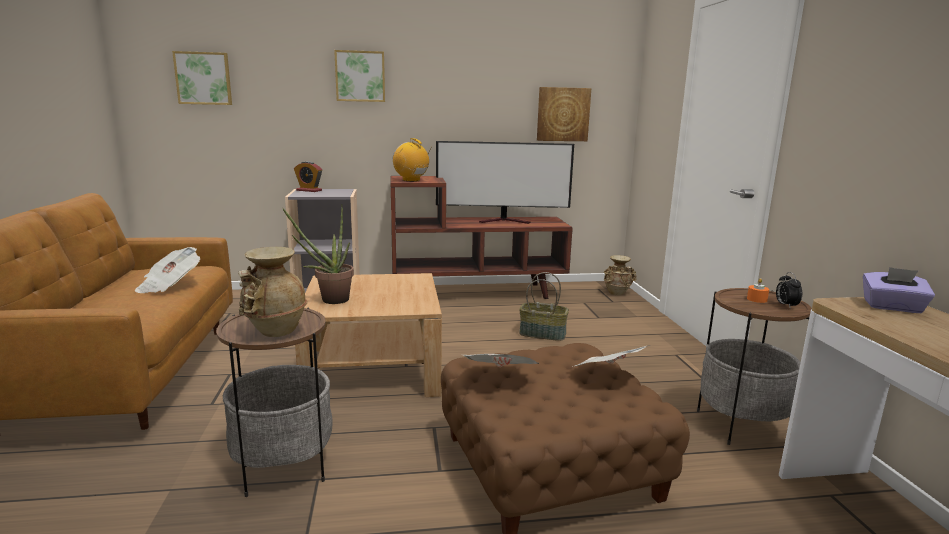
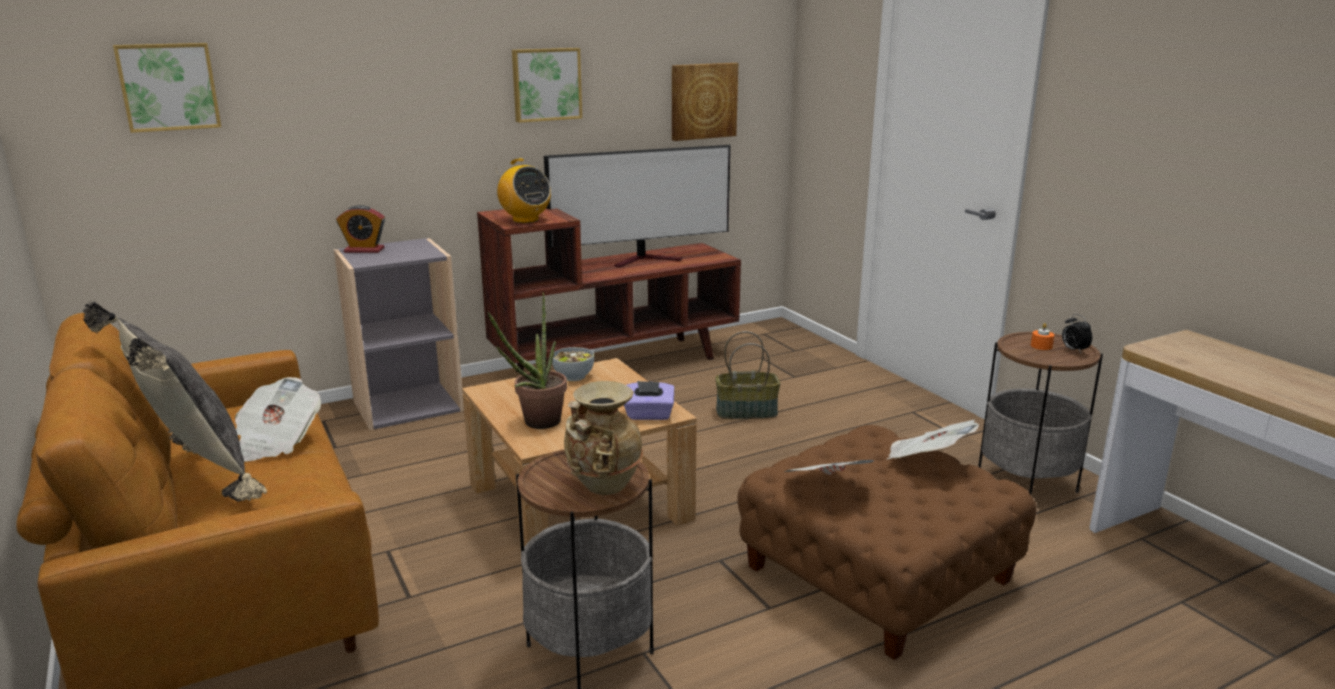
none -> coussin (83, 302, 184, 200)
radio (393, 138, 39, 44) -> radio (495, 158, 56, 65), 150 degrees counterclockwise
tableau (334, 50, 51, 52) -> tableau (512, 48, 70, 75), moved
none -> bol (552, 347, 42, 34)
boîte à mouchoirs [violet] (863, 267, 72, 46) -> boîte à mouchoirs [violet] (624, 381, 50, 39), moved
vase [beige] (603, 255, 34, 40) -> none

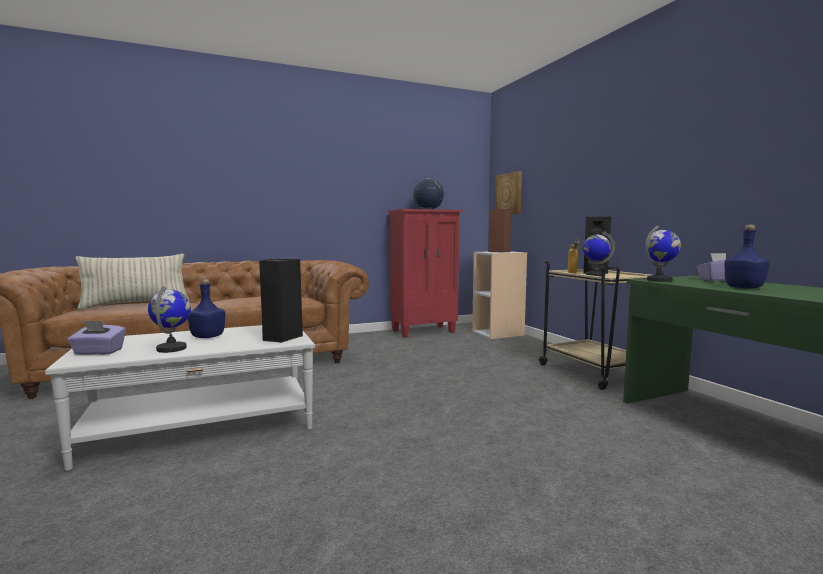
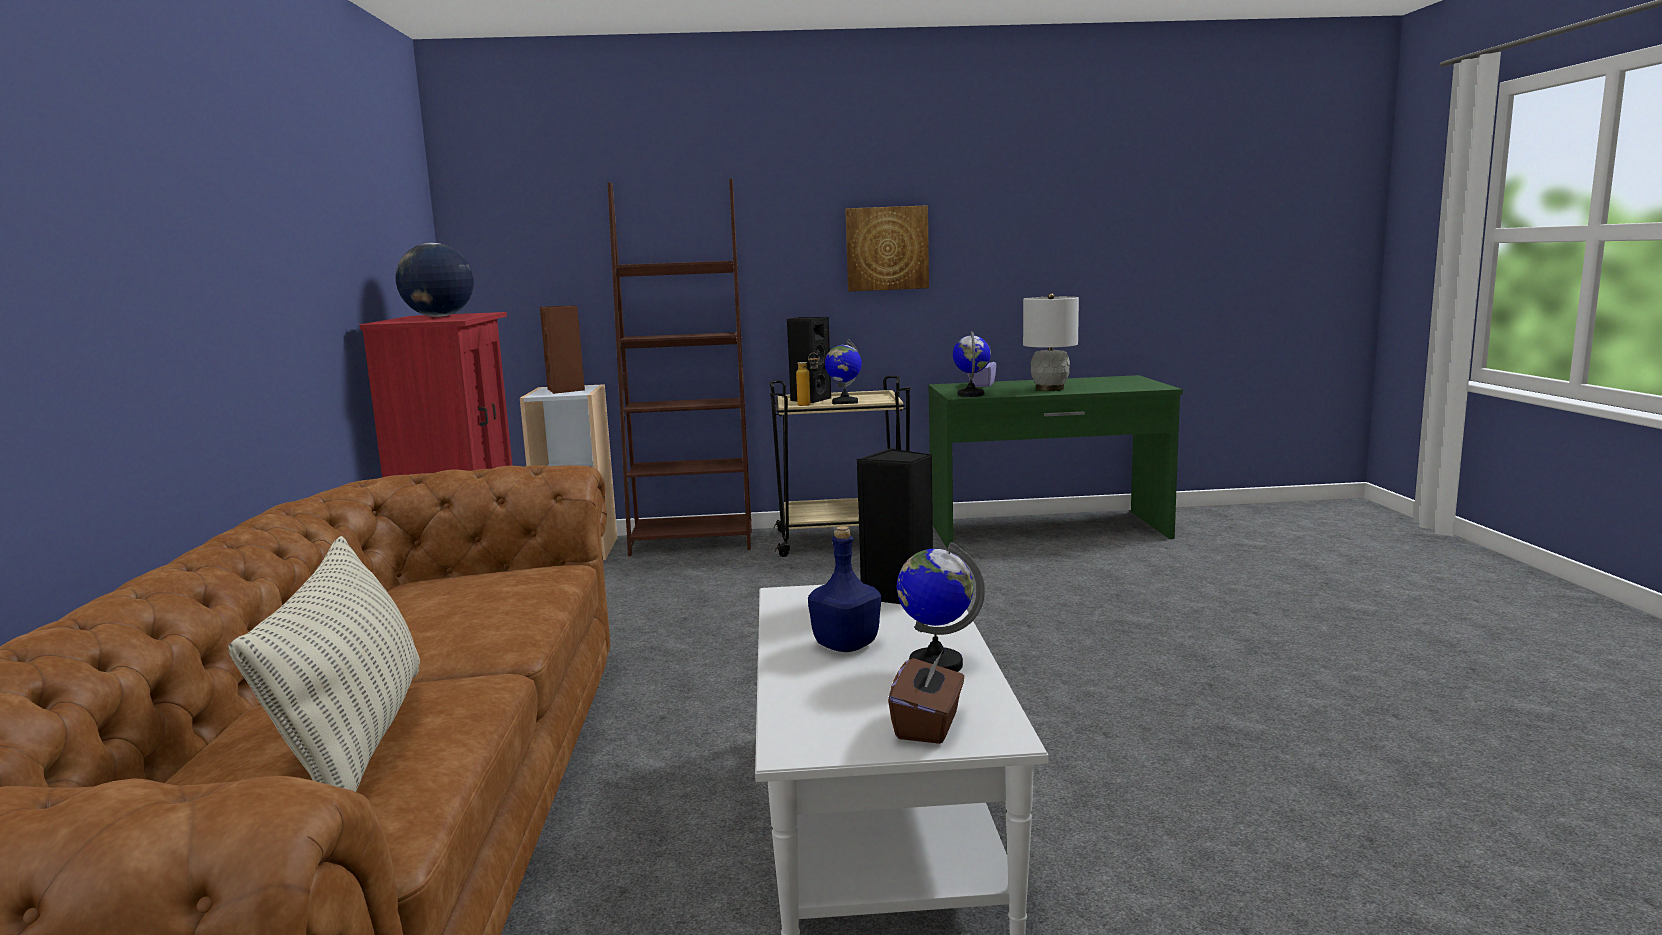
none -> bibliothèque [marron] (607, 178, 145, 378)
tableau (495, 171, 27, 43) -> tableau (845, 205, 84, 86), moved
boîte à mouchoirs [violet] (67, 321, 59, 34) -> boîte à mouchoirs [marron] (888, 651, 76, 93)
bouteille [bleu] (724, 225, 46, 64) -> lampe de table [blanc] (1023, 293, 56, 98)

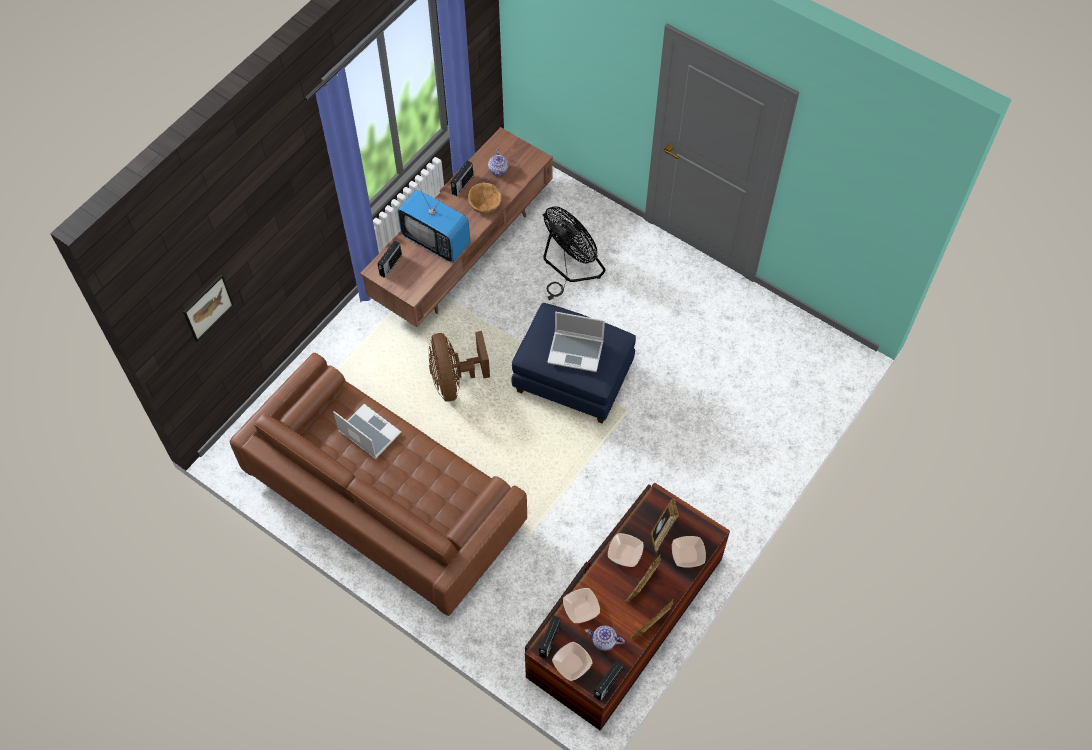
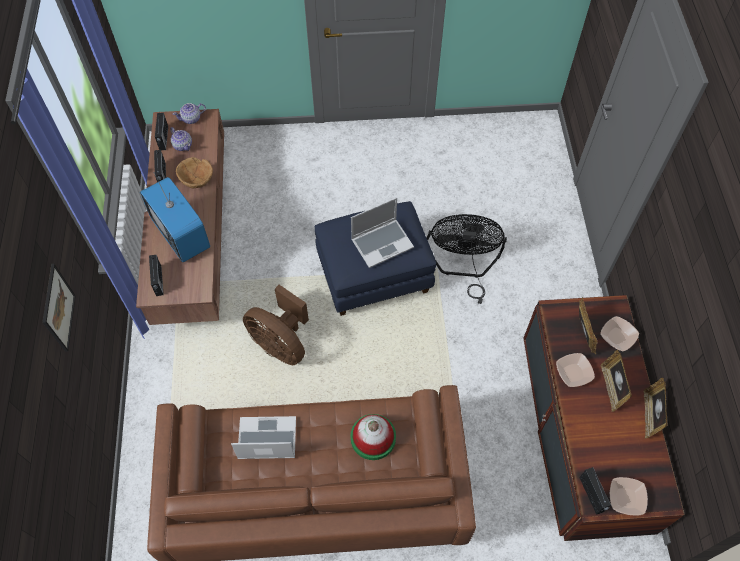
tableau (183, 274, 51, 68) -> tableau (42, 264, 34, 88), moved
téléviseur (398, 185, 72, 78) -> téléviseur (140, 172, 70, 91), 60 degrees clockwise
radio (594, 660, 29, 42) -> radio (155, 113, 13, 37), moved
théière (585, 625, 40, 26) -> théière (173, 103, 33, 21), moved
none -> chapeau (351, 414, 45, 46)
ventilateur [noir] (542, 206, 63, 94) -> ventilateur [noir] (426, 214, 81, 90), moved
bol (563, 588, 37, 35) -> none

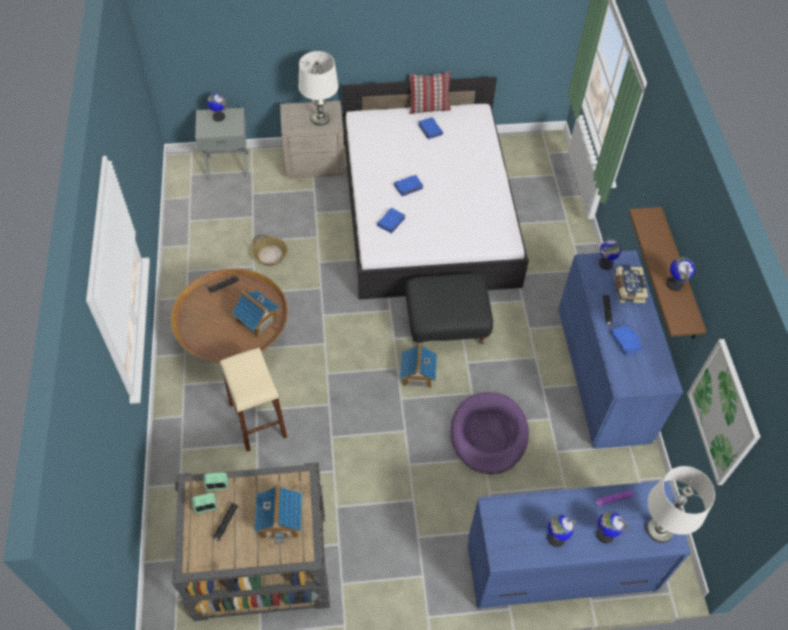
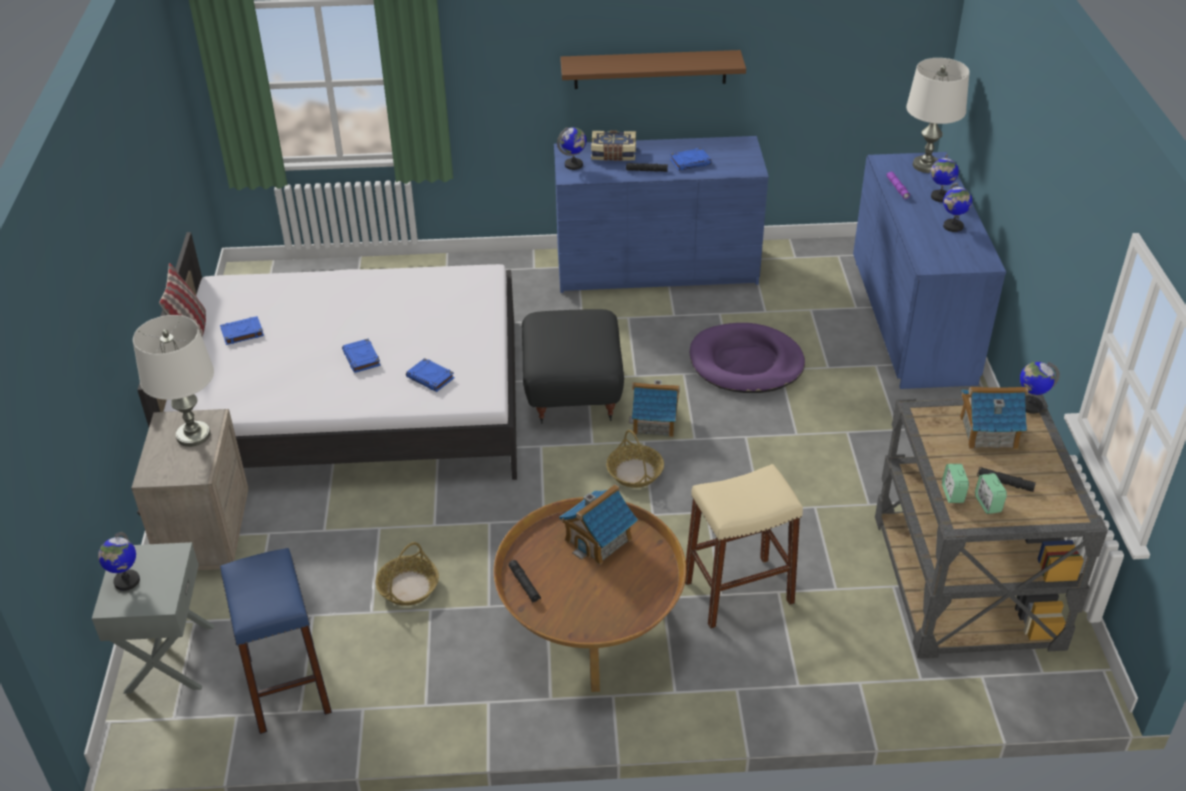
none -> tabouret [bleu] (220, 548, 112, 186)
none -> panier (606, 430, 58, 58)
globe (666, 257, 29, 34) -> globe (1020, 362, 40, 52), moved
tableau (687, 339, 74, 146) -> none

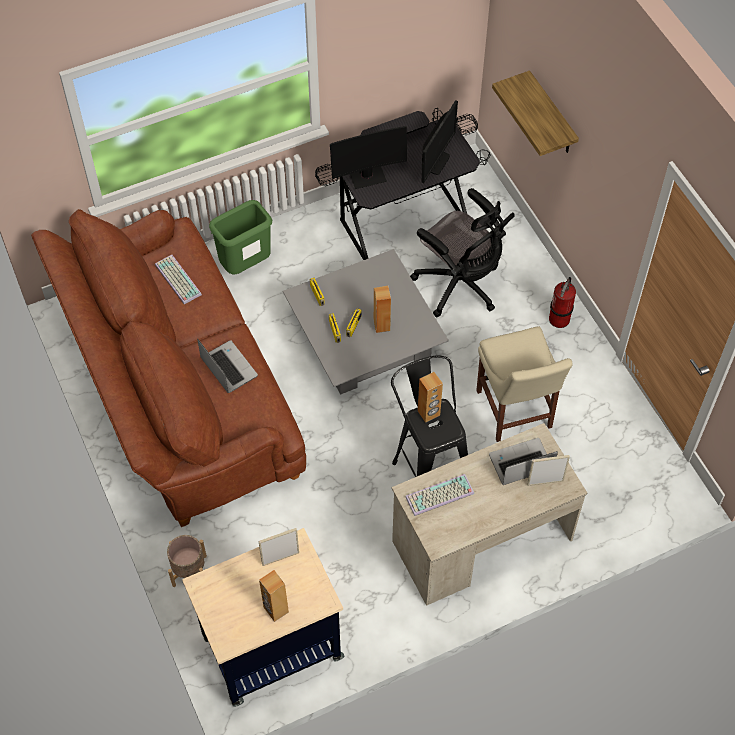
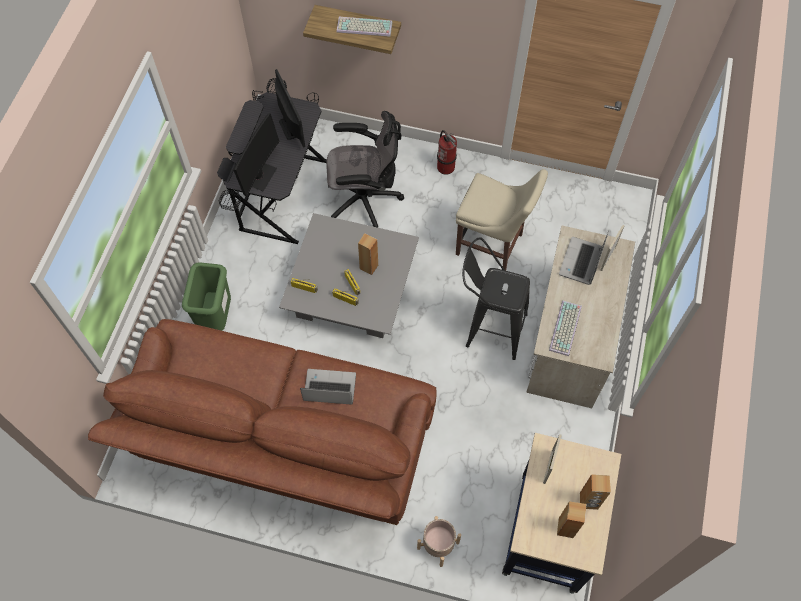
clavier (155, 255, 47, 49) -> clavier (336, 17, 56, 20), moved
enceinte [marron] (417, 372, 26, 51) -> enceinte [marron] (557, 501, 30, 37), moved

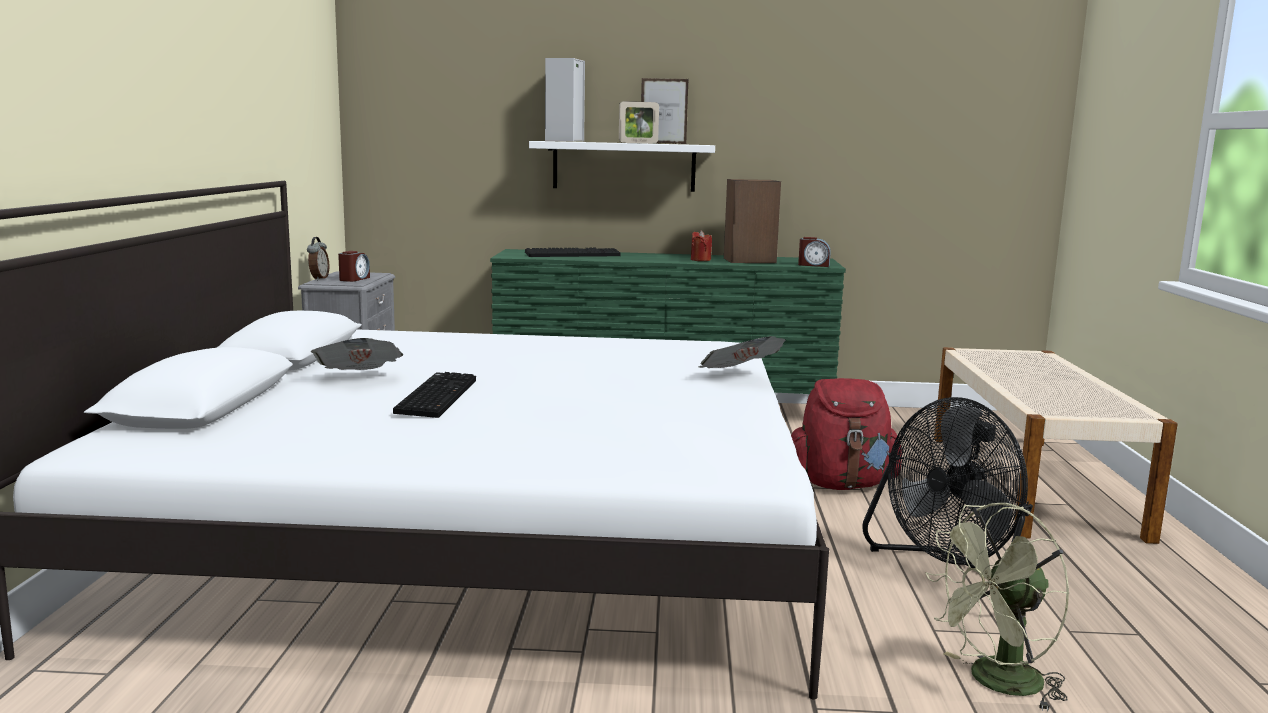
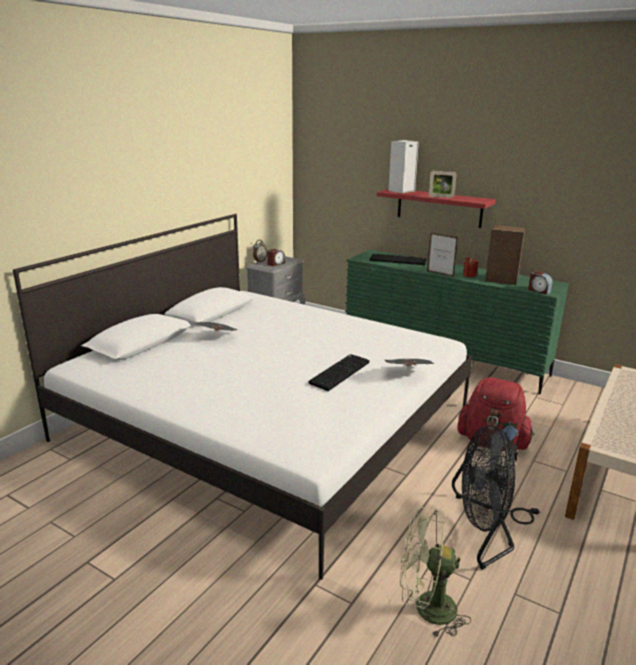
clavier (393, 372, 83, 46) -> clavier (308, 354, 61, 37), moved
étagère [blanc] (529, 141, 186, 51) -> étagère [rouge] (377, 189, 119, 39)
cadre photo (641, 78, 48, 66) -> cadre photo (427, 232, 31, 45), moved

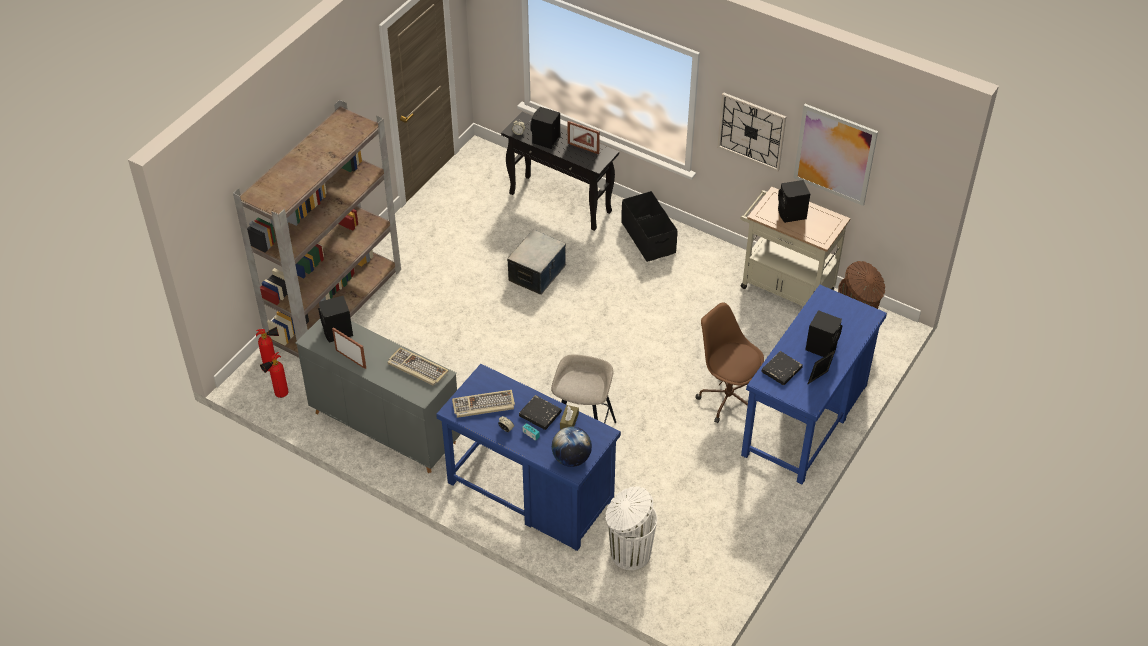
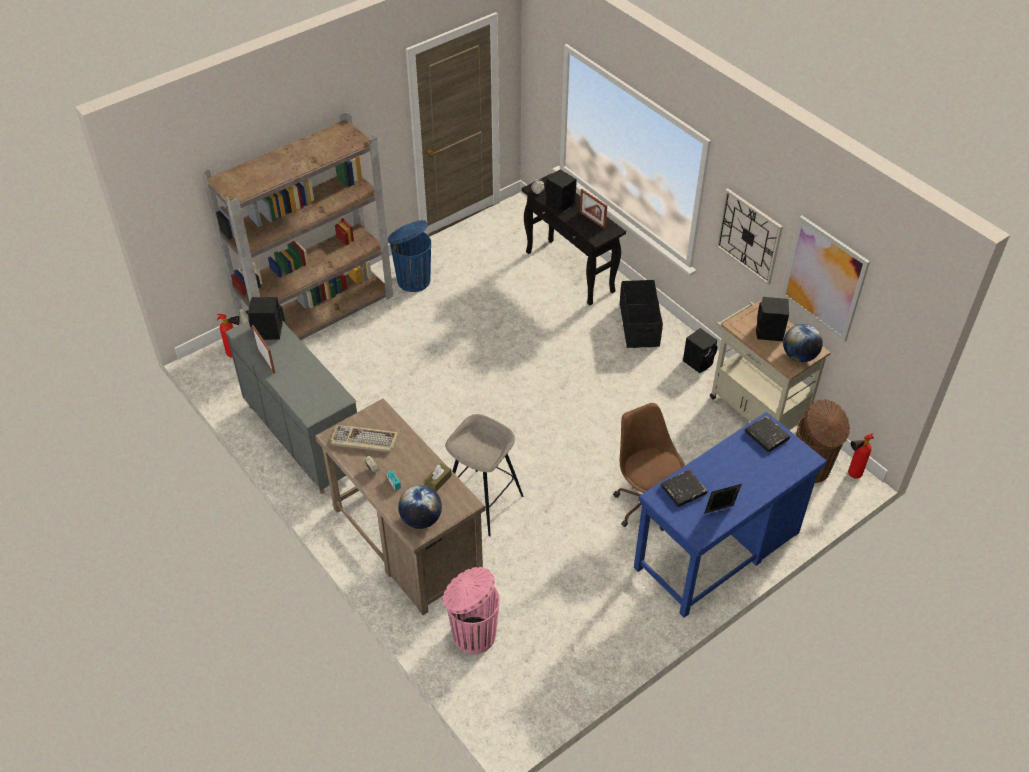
bureau [bleu] (436, 364, 185, 187) -> bureau [marron] (315, 398, 170, 217)
none -> poubelle [bleu] (387, 220, 44, 72)
poubelle [blanc] (605, 486, 52, 84) -> poubelle [rose] (443, 567, 57, 87)
enceinte [noir] (805, 310, 37, 47) -> enceinte [noir] (683, 328, 35, 45), moved
livre [noir] (519, 395, 43, 35) -> livre [noir] (745, 416, 45, 36), moved
none -> globe (783, 324, 40, 38)
extincteur (260, 352, 28, 46) -> extincteur (848, 433, 26, 46), moved
clavier (387, 347, 62, 39) -> none
boîte de rangement (507, 230, 59, 65) -> none

